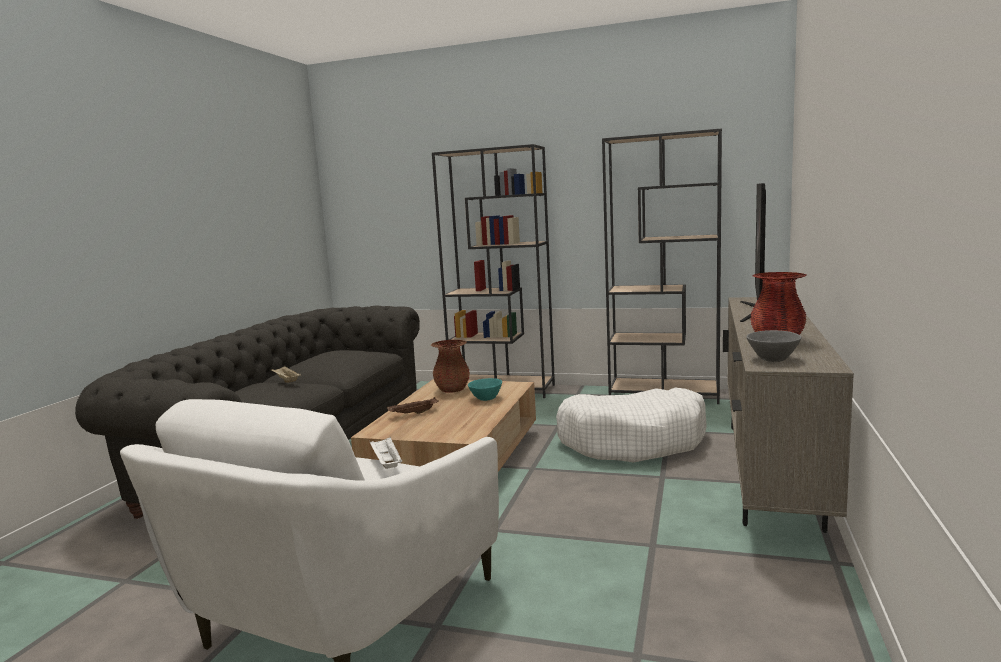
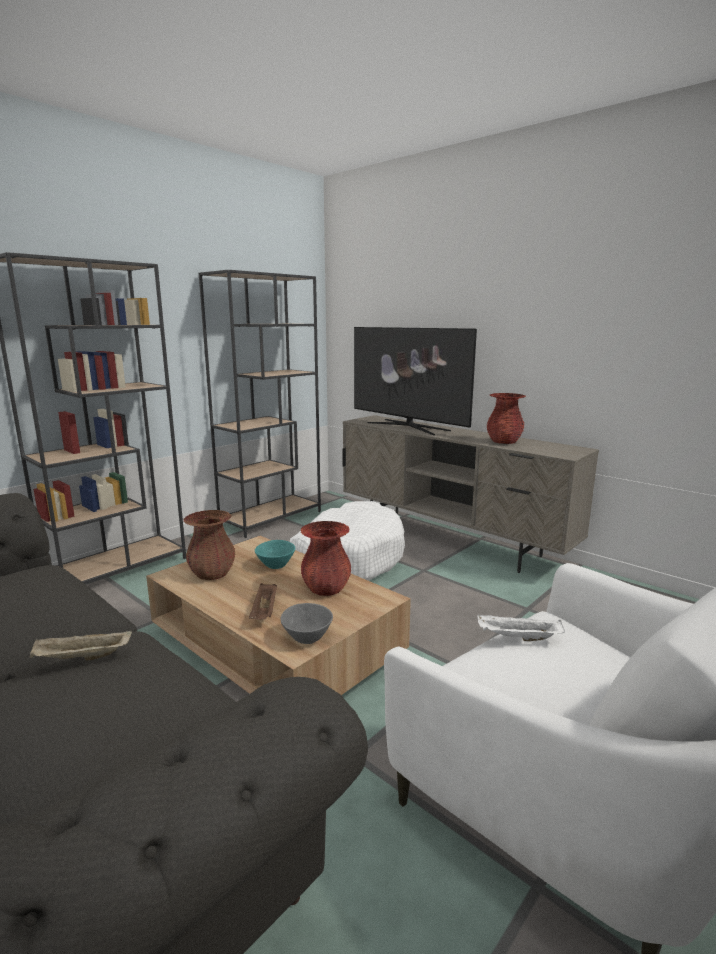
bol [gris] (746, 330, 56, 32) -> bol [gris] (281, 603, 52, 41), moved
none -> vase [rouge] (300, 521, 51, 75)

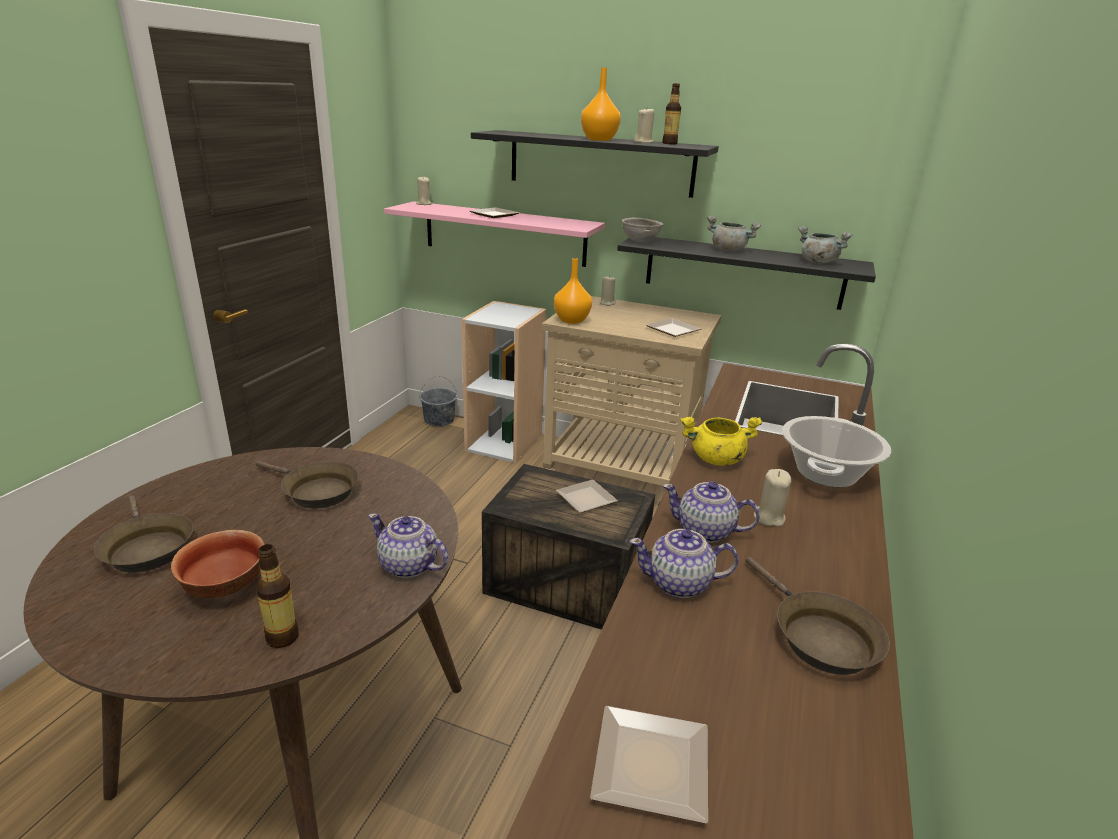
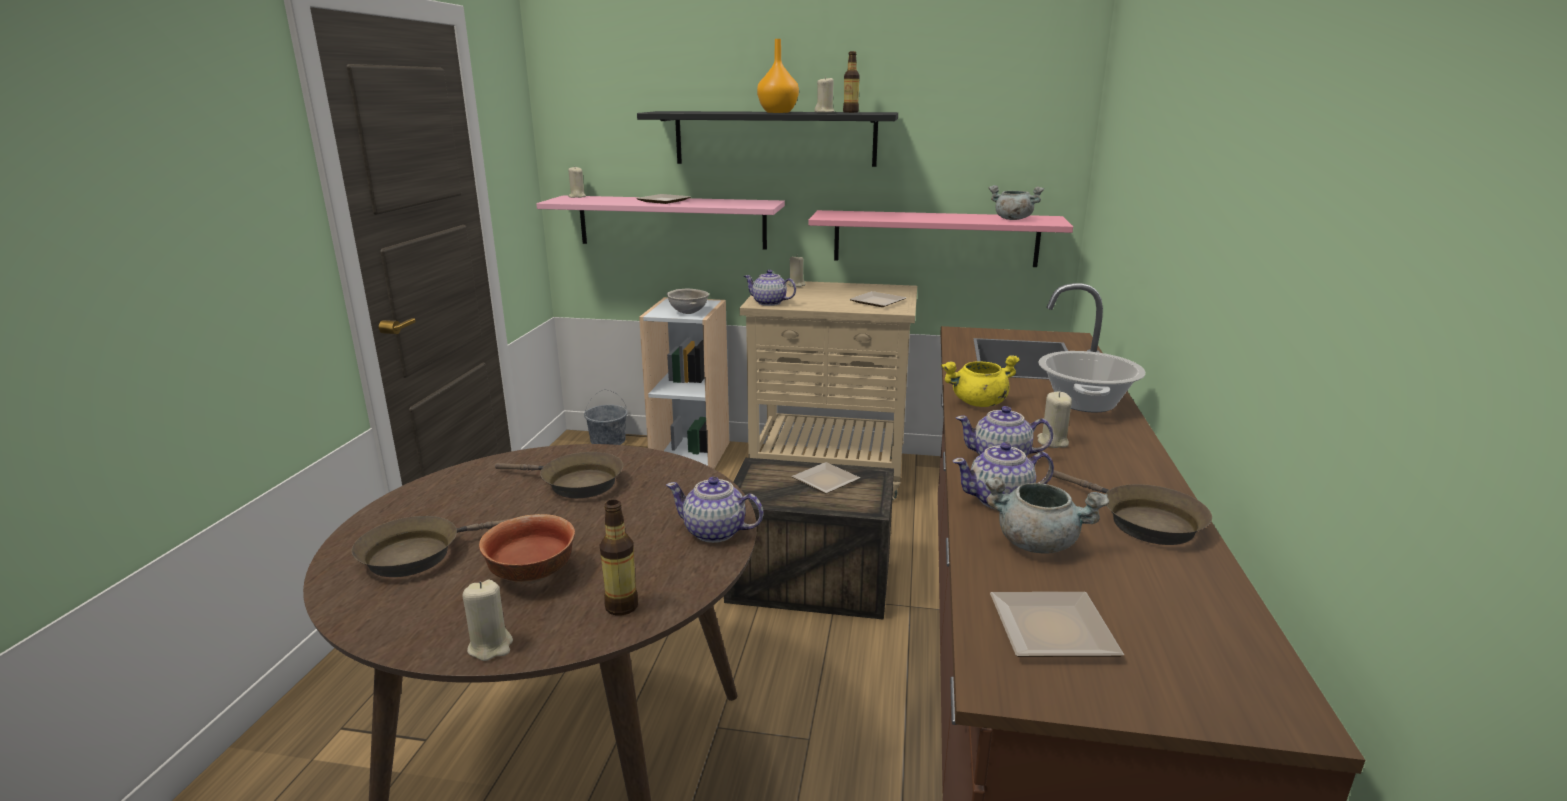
poêle [marron] (94, 496, 99, 77) -> poêle [marron] (352, 516, 161, 61), 105 degrees clockwise
none -> bougie [beige] (463, 580, 50, 81)
bol [gris] (622, 218, 41, 25) -> bol [gris] (667, 289, 42, 25), moved
vase [orange] (554, 258, 38, 66) -> théière (744, 270, 52, 36)
étagère [noir] (617, 237, 259, 73) -> étagère [rose] (808, 210, 265, 57)
marmite [gris] (707, 216, 54, 35) -> marmite [gris] (985, 477, 124, 76), moved

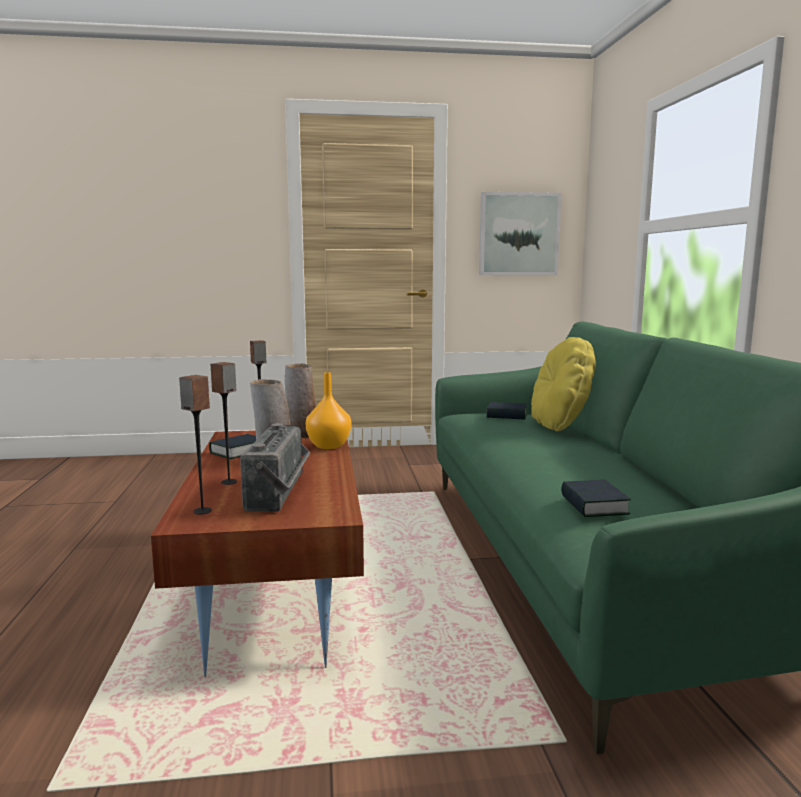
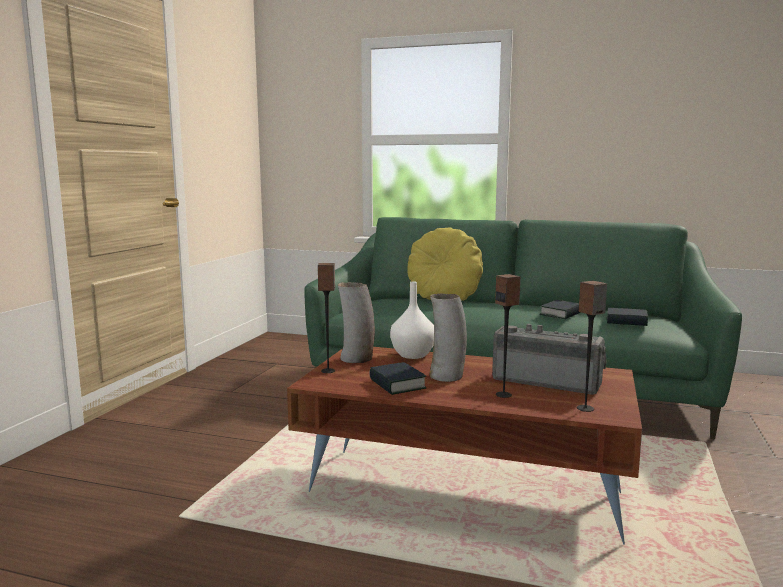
vase [orange] (306, 372, 46, 77) -> vase [blanc] (390, 282, 44, 77)
livre (486, 402, 41, 17) -> livre (540, 300, 41, 19), moved
tableau (479, 192, 83, 83) -> none

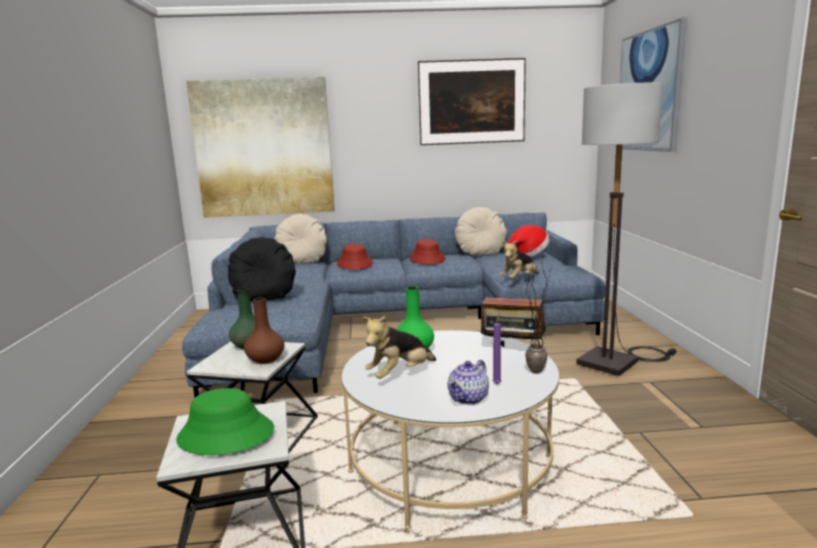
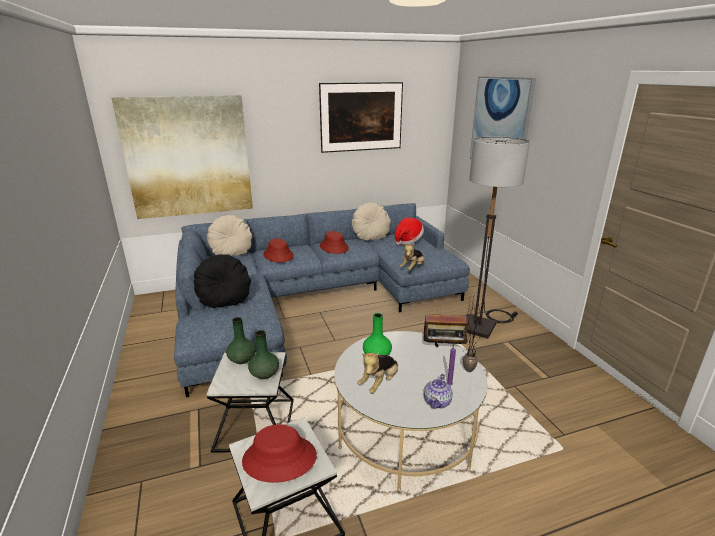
chapeau [vert] (176, 388, 98, 67) -> chapeau [rouge] (242, 424, 75, 59)
vase [marron] (244, 297, 41, 67) -> vase [vert] (248, 330, 31, 49)

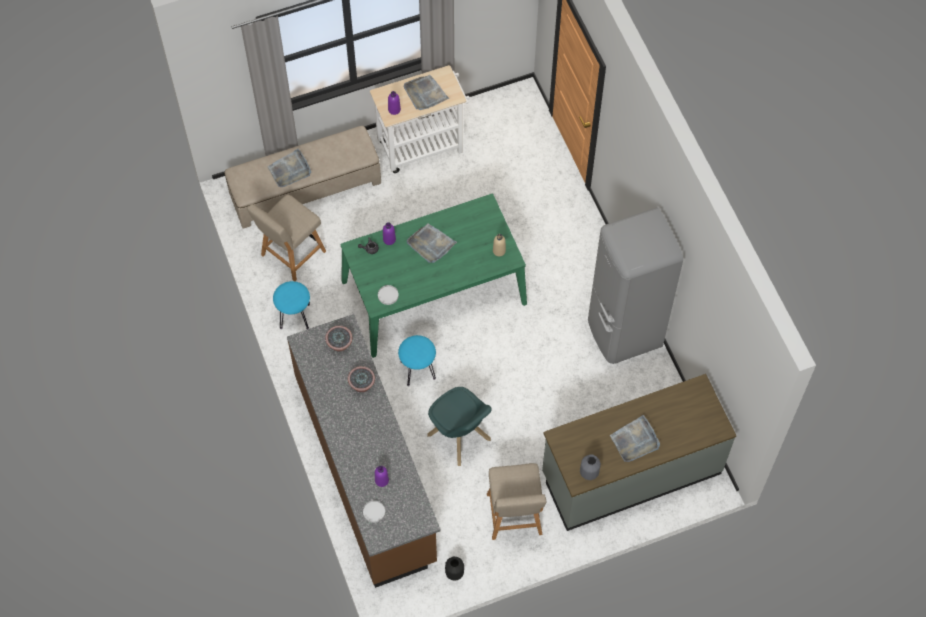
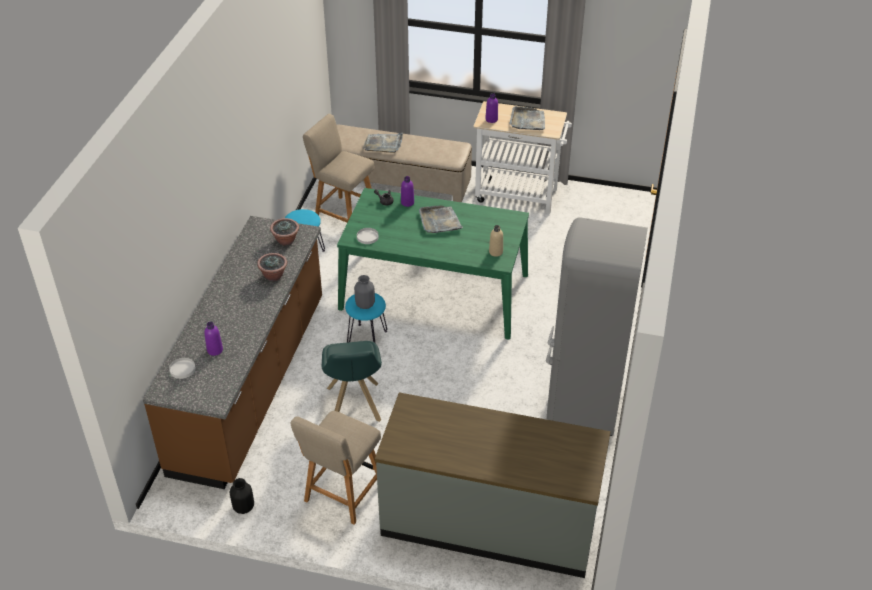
chaise [beige] (247, 194, 79, 87) -> chaise [beige] (303, 114, 72, 109), 45 degrees clockwise
vase [gris] (580, 454, 21, 26) -> vase [gris] (354, 275, 21, 34), moved
plateau [gris] (610, 415, 50, 47) -> none

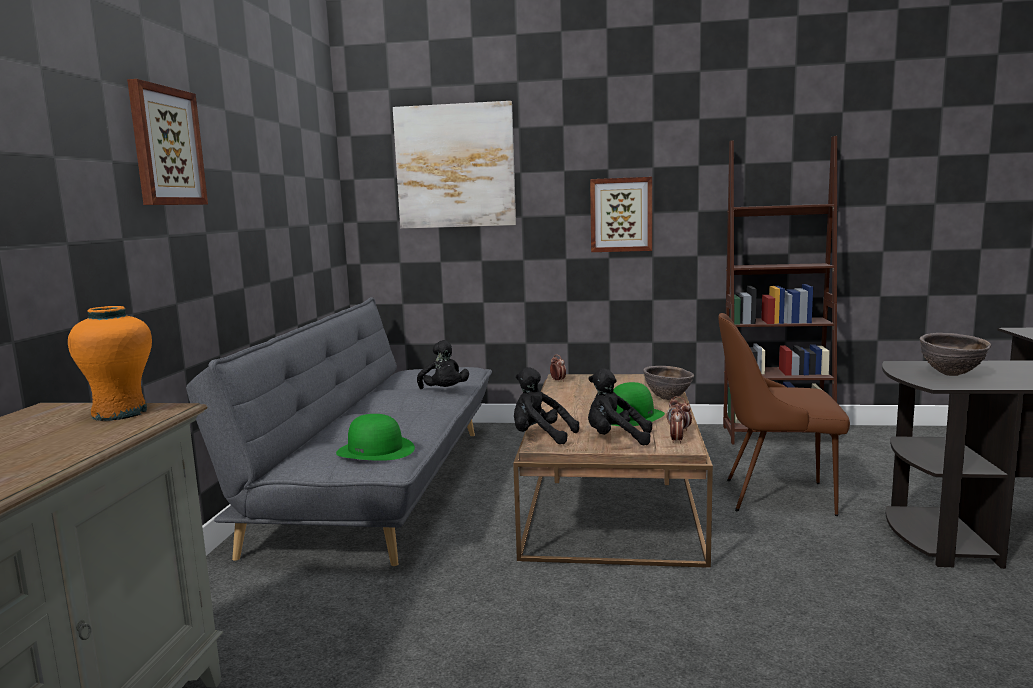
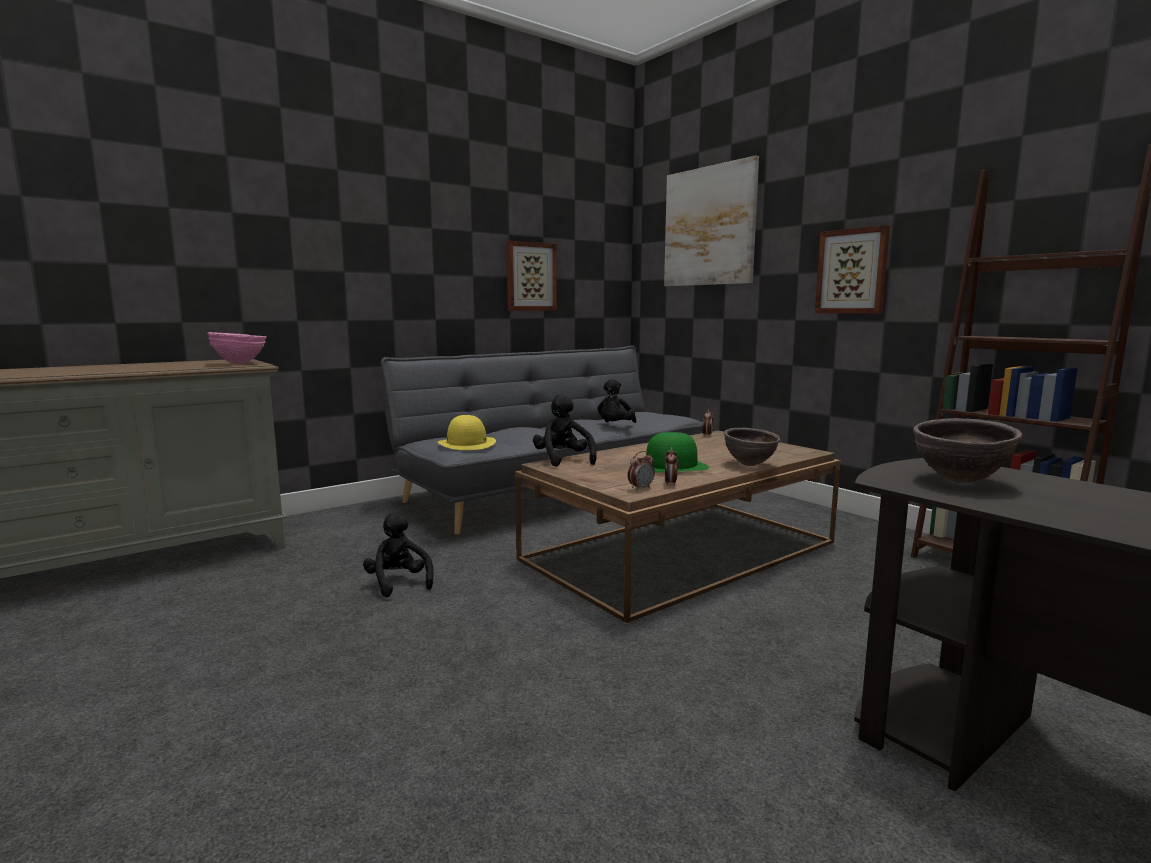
vase [orange] (68, 306, 84, 115) -> bol [rose] (207, 332, 59, 32)
peluche [noir] (588, 368, 64, 78) -> peluche [noir] (363, 513, 71, 84), moved
chapeau [vert] (336, 414, 79, 47) -> chapeau [jaune] (438, 415, 58, 35)
tableau (127, 79, 81, 126) -> tableau (506, 241, 51, 70), moved
chaise [marron] (719, 313, 131, 203) -> none

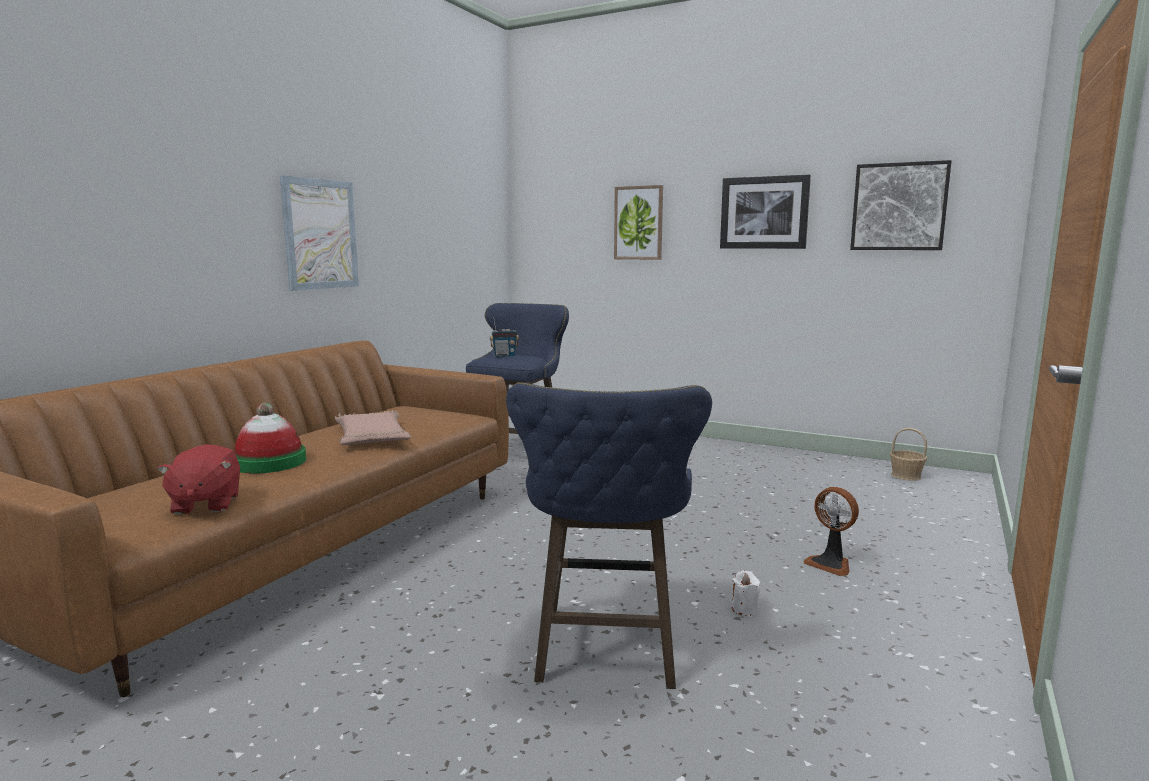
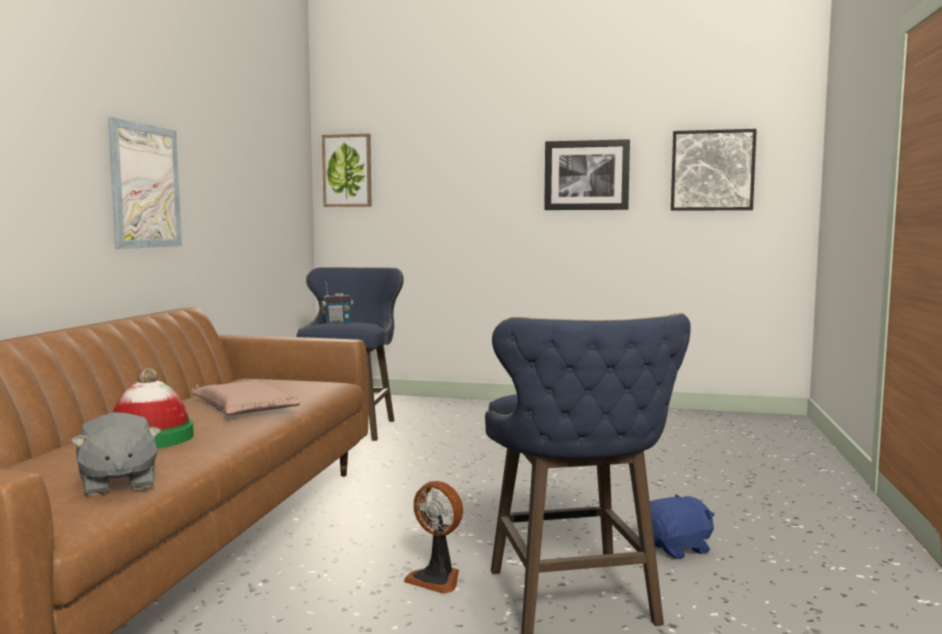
peluche [rouge] (157, 444, 83, 71) -> peluche [gris] (71, 412, 90, 84)
tableau (614, 185, 49, 75) -> tableau (322, 134, 50, 73), moved
ventilateur (803, 487, 56, 89) -> ventilateur (404, 481, 59, 113), moved
bougie [blanc] (731, 570, 29, 46) -> peluche [bleu] (650, 494, 65, 65)
panier (890, 428, 37, 53) -> none

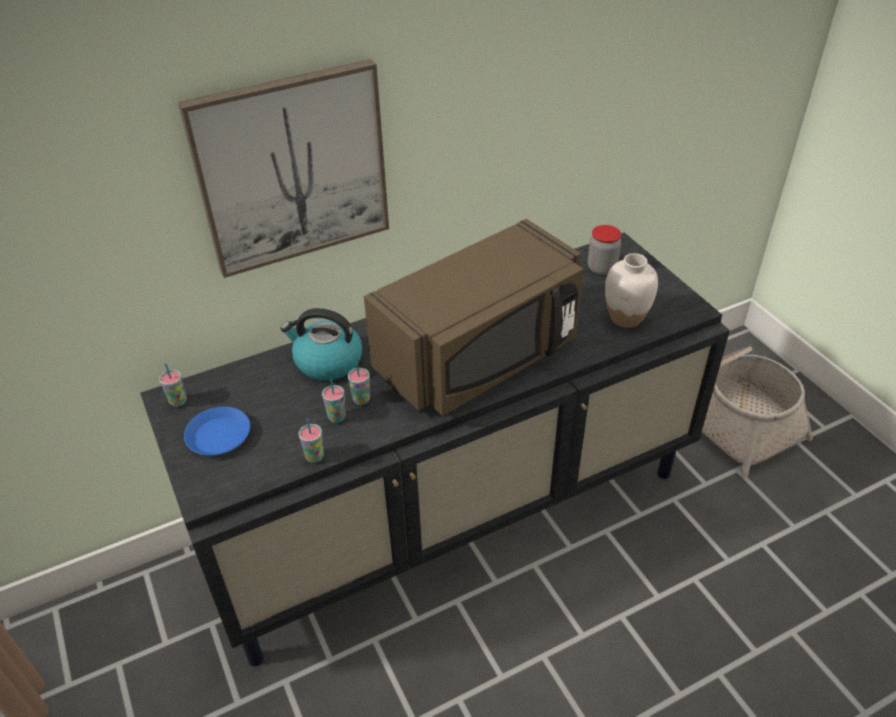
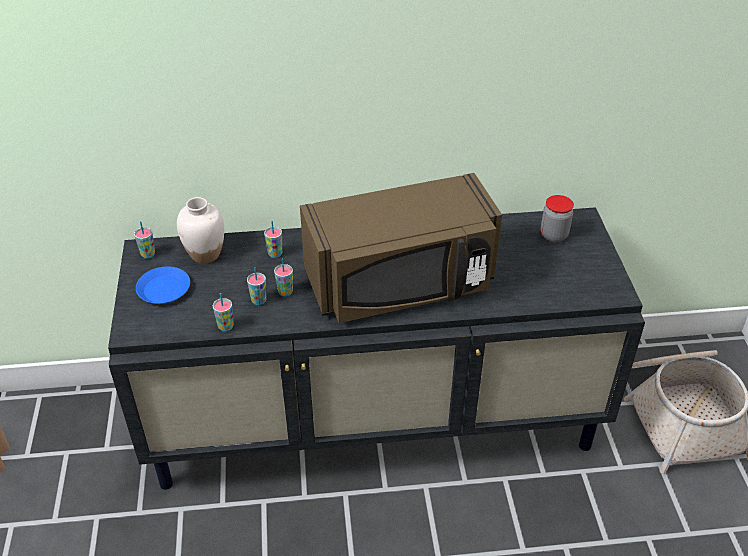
vase [blanc] (605, 253, 53, 75) -> vase [blanc] (177, 197, 47, 67), moved
bouilloire (281, 308, 82, 73) -> tasse (264, 221, 18, 37)
tableau (178, 59, 211, 219) -> none

